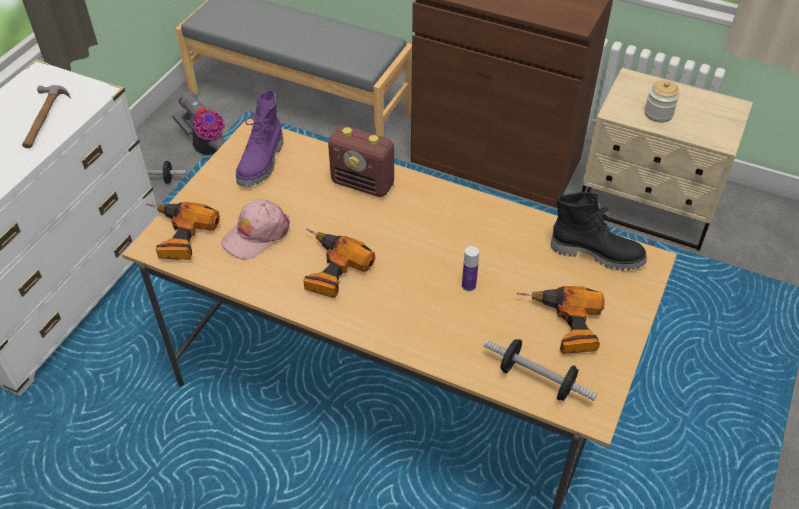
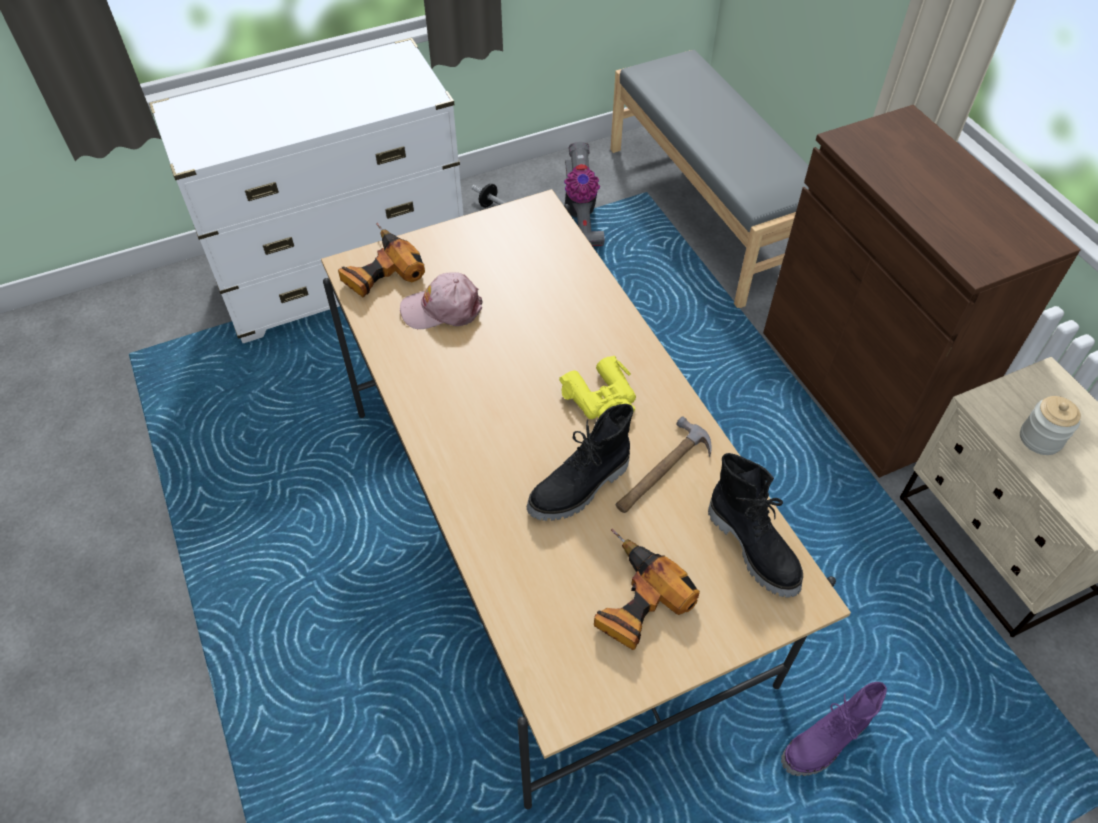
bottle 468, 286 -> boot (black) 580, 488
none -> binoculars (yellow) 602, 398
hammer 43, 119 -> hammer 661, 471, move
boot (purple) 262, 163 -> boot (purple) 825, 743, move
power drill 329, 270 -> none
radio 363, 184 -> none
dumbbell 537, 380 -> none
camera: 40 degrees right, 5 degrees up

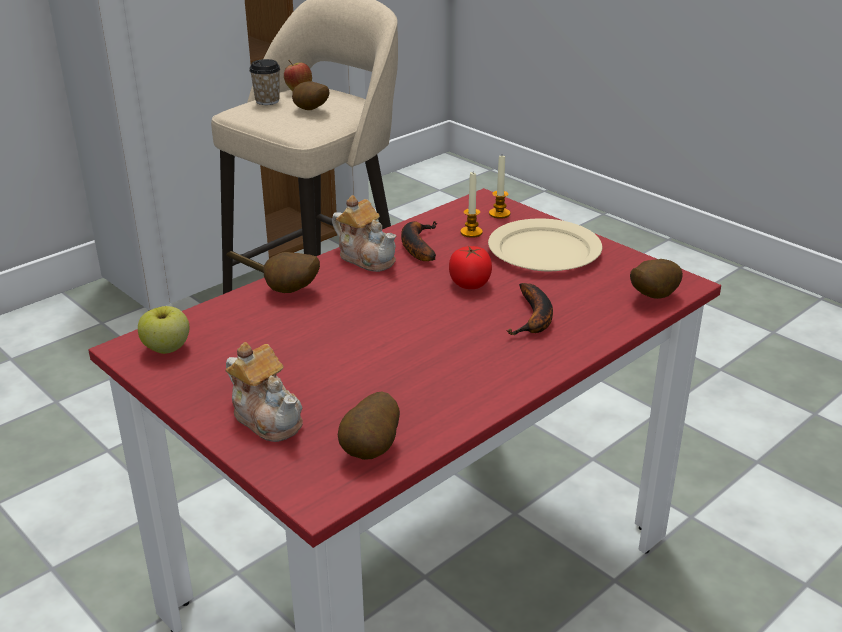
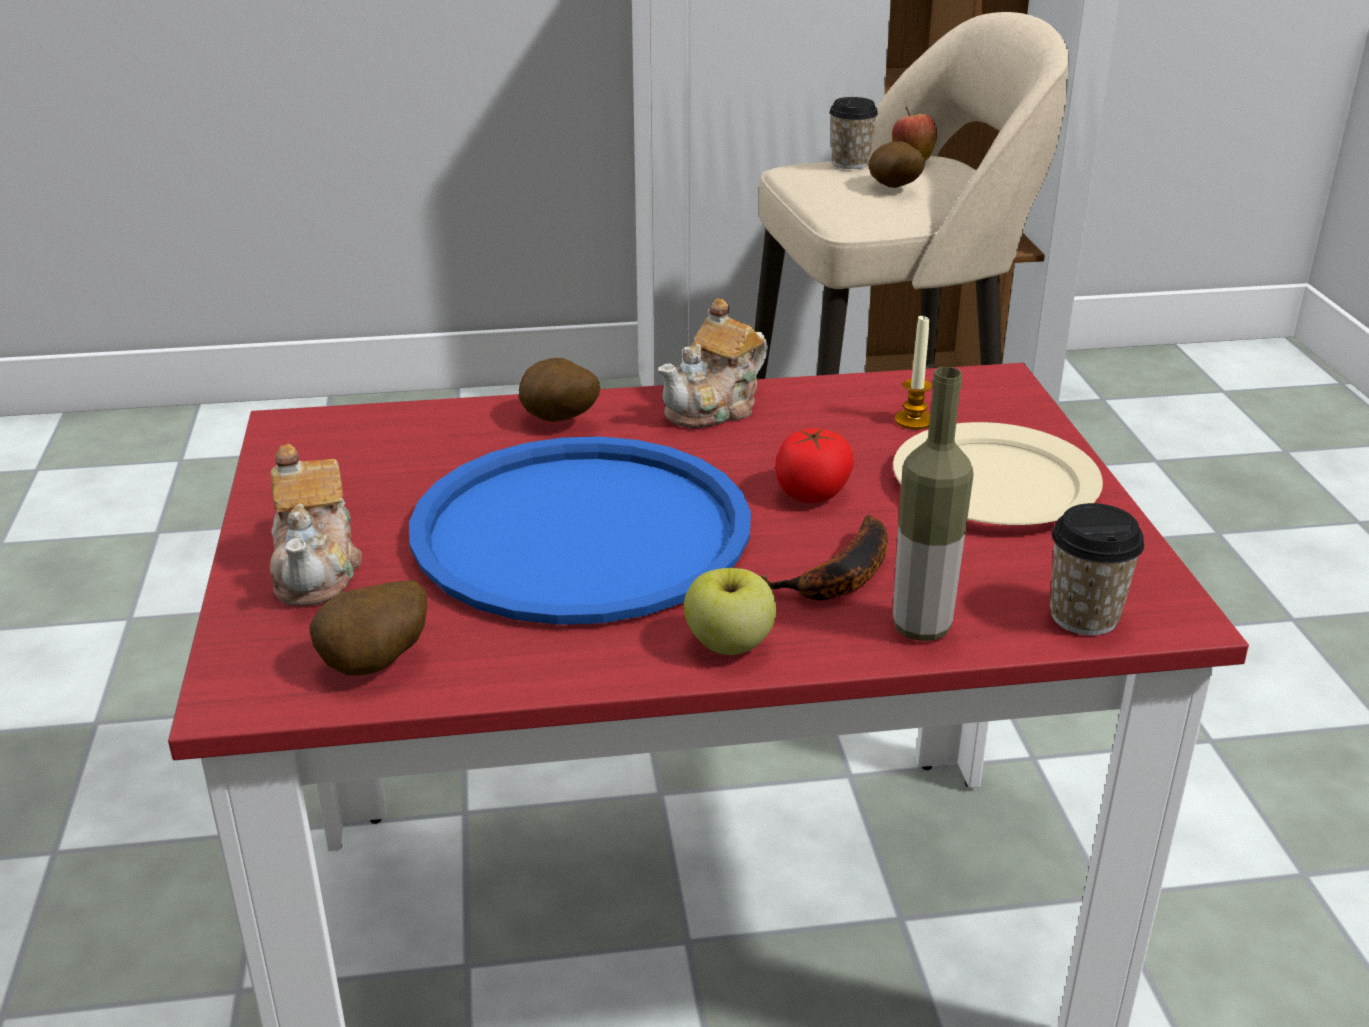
none -> tray (blue) 582, 531
teapot 366, 257 -> teapot 715, 408, 60 degrees clockwise
apple 167, 348 -> apple 729, 644, move
none -> bottle 921, 627
potato 651, 297 -> cup 1084, 616
banana 416, 245 -> none
candle 499, 214 -> none
camera: 35 degrees right, 0 degrees up

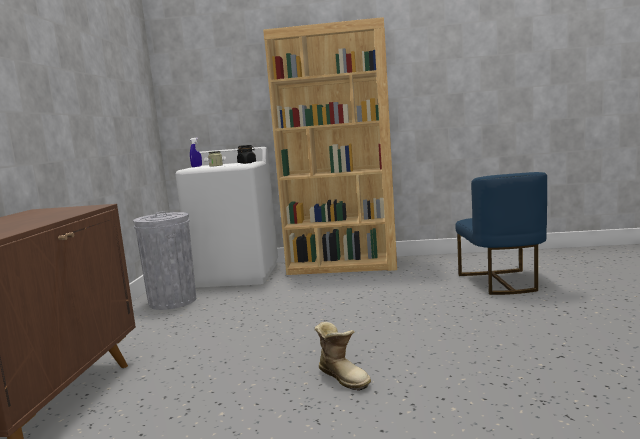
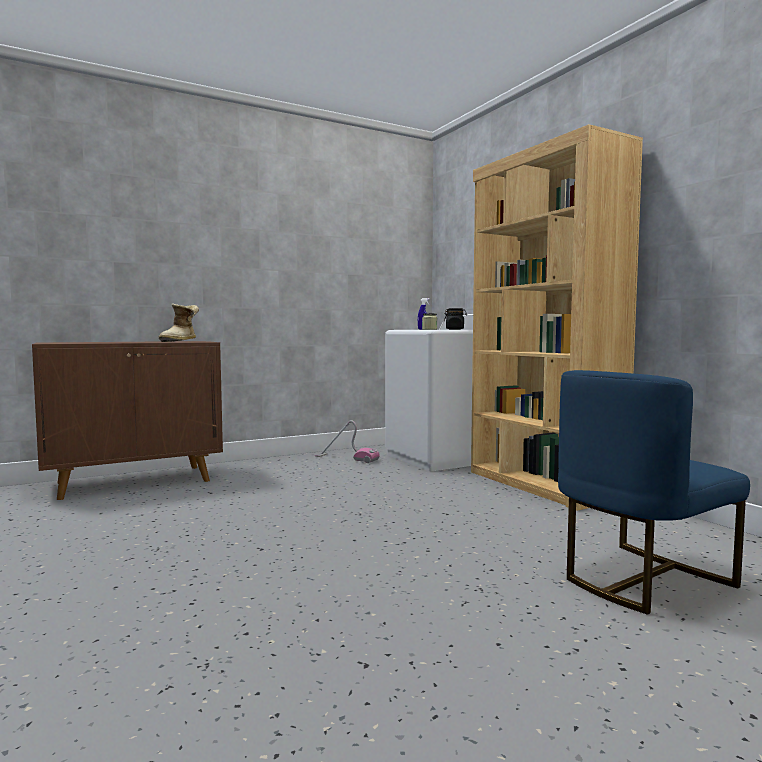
boot 344, 377 -> boot 181, 341, move
trash can (grey) 172, 301 -> vacuum cleaner 346, 458
camera: 55 degrees right, 5 degrees down

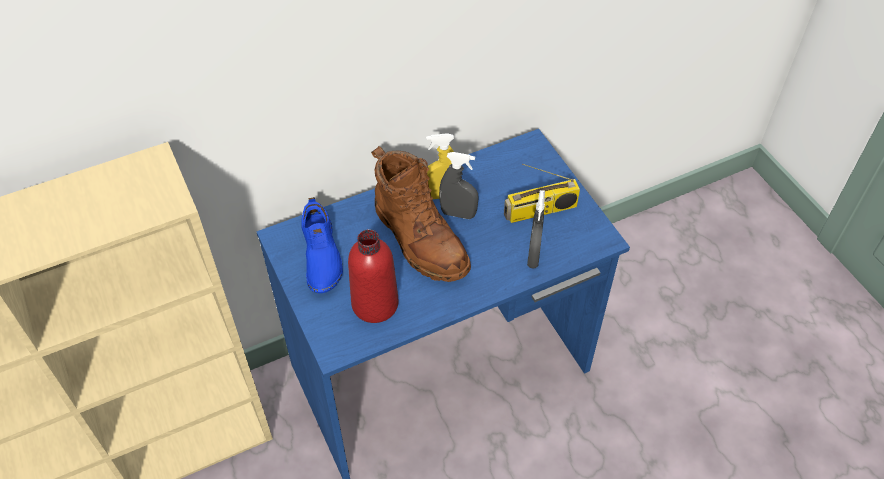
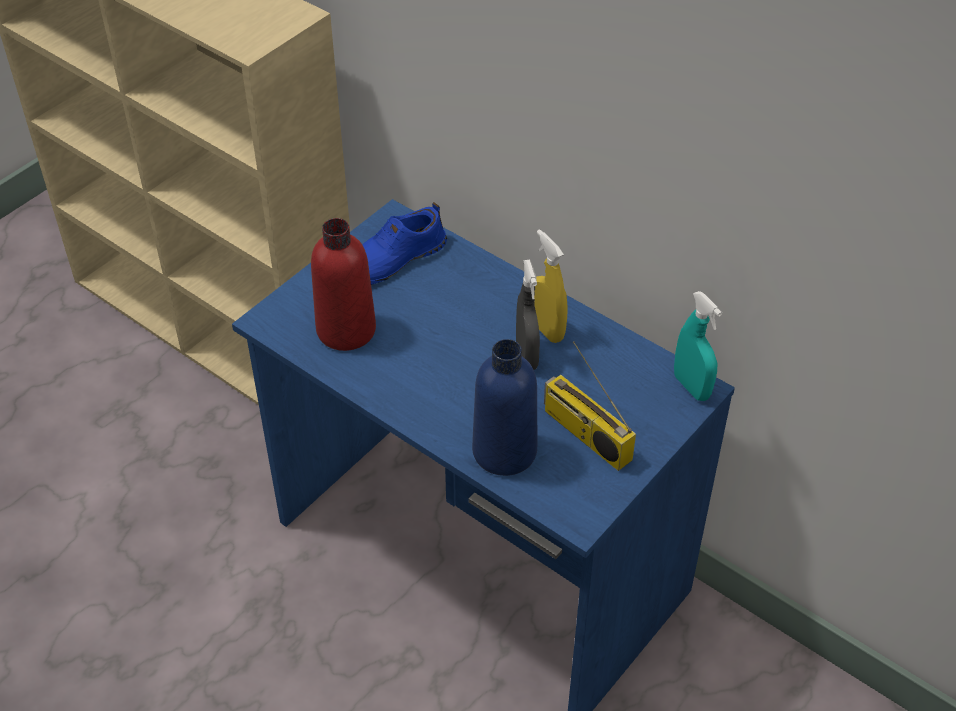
spray bottle (grey) 533, 256 -> bottle (blue) 504, 451
none -> spray bottle (turquoise) 691, 387
boot (brown) 419, 239 -> none
camera: 65 degrees right, 5 degrees down

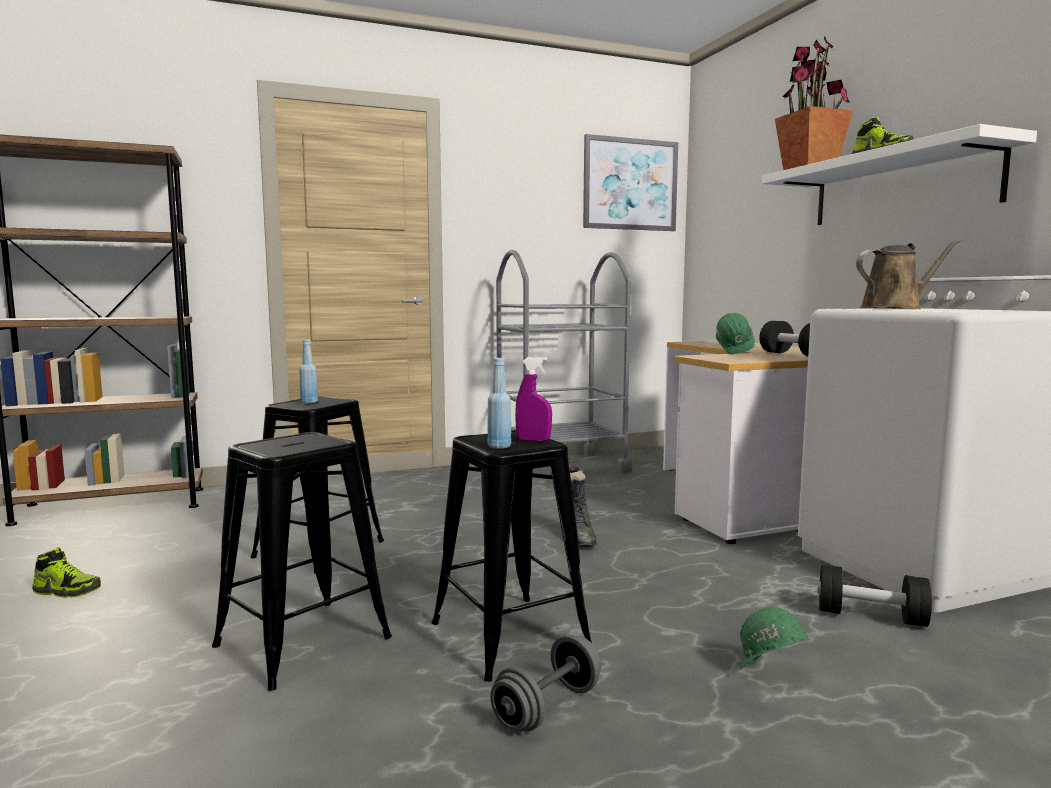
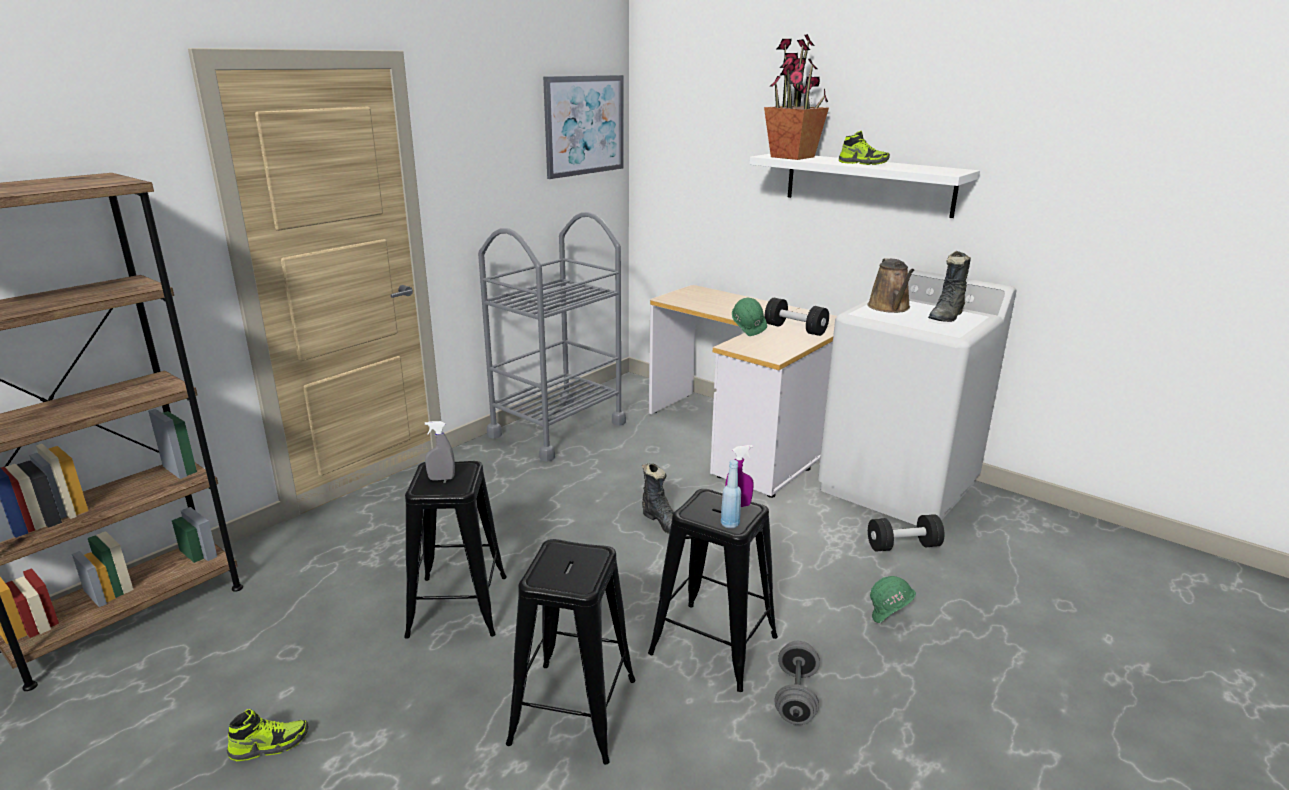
bottle (blue) 309, 402 -> spray bottle (grey) 441, 479
watering can (brown) 895, 308 -> watering can (brown) 890, 308, 135 degrees clockwise
none -> boot (black) 947, 316
camera: 30 degrees left, 15 degrees up

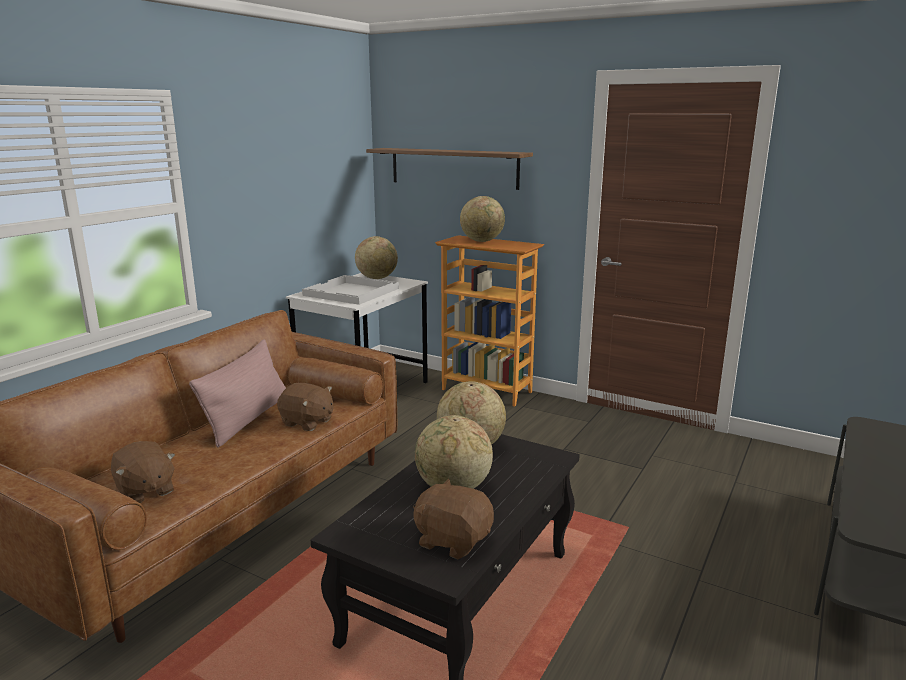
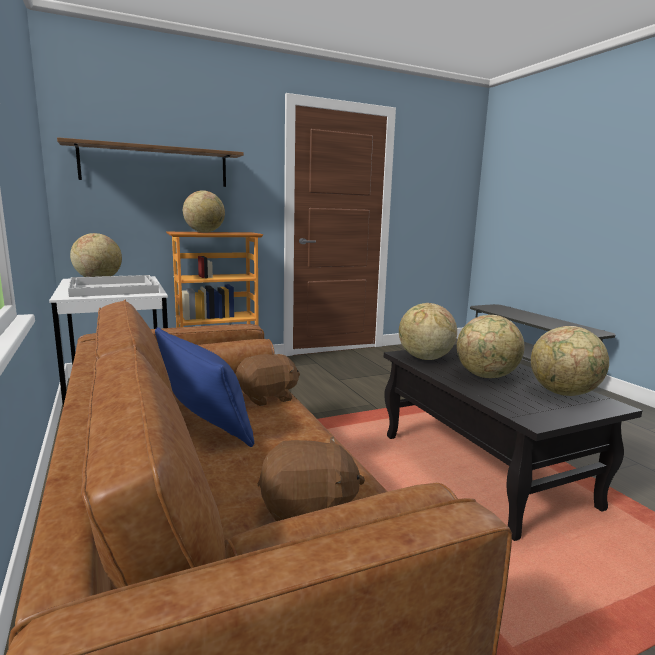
pillow (pink) 248, 419 -> pillow (blue) 204, 419
plush toy (brown) 453, 540 -> globe 564, 393
camera: 55 degrees left, 5 degrees down

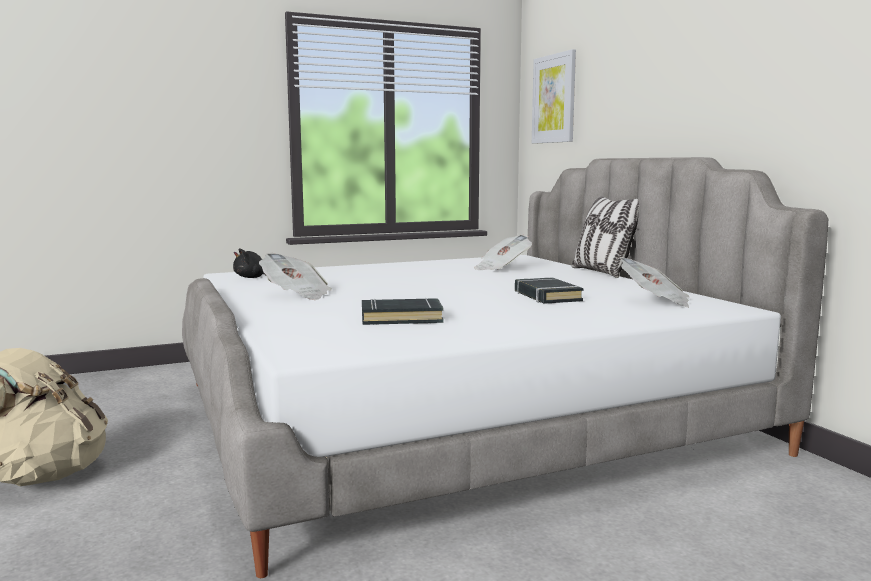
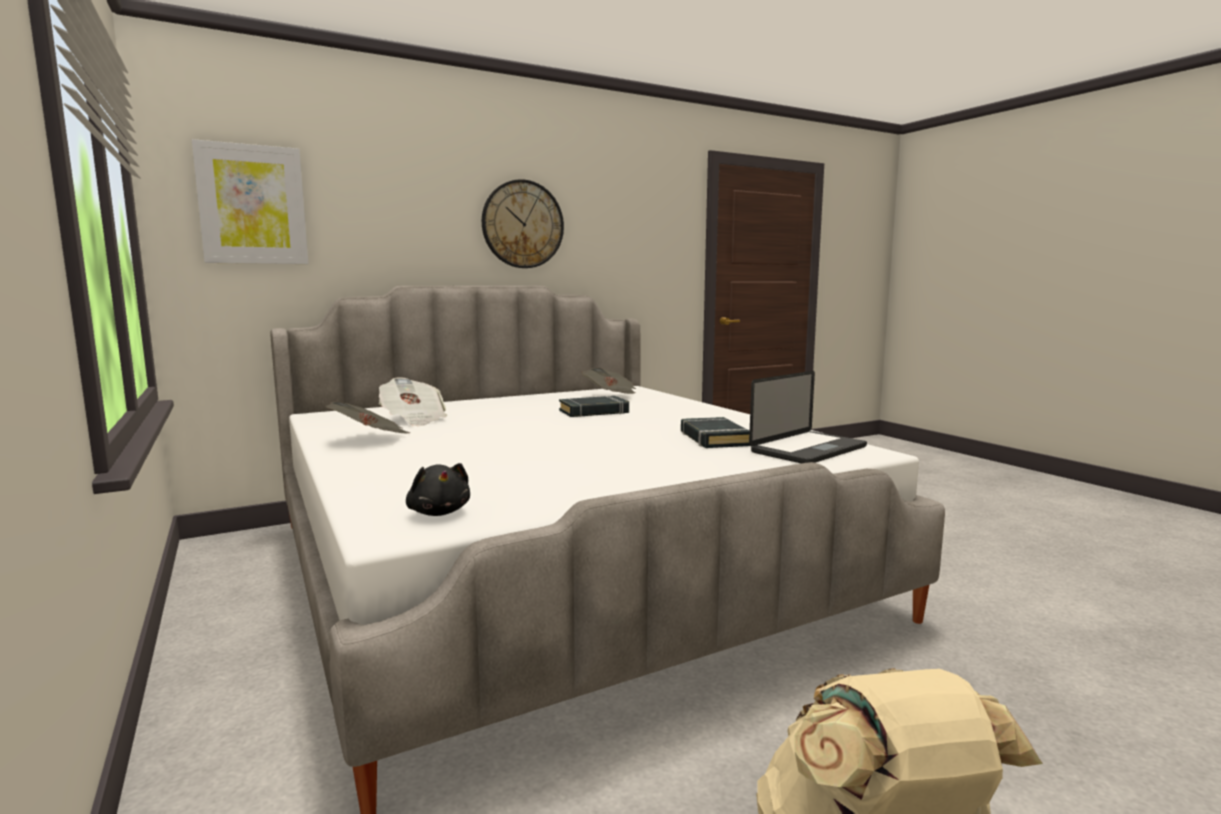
newspaper 296, 295 -> newspaper 371, 439, move
none -> wall clock 522, 224
none -> laptop 808, 449
pillow 602, 272 -> none
camera: 95 degrees left, 0 degrees up

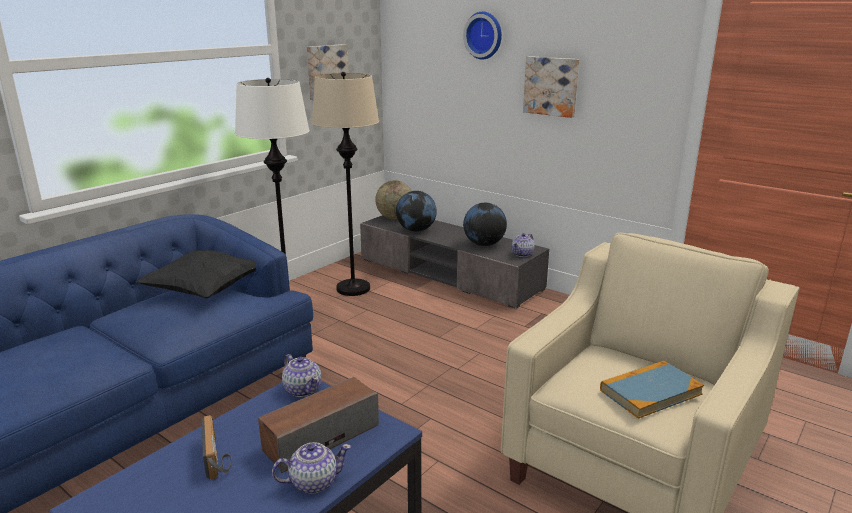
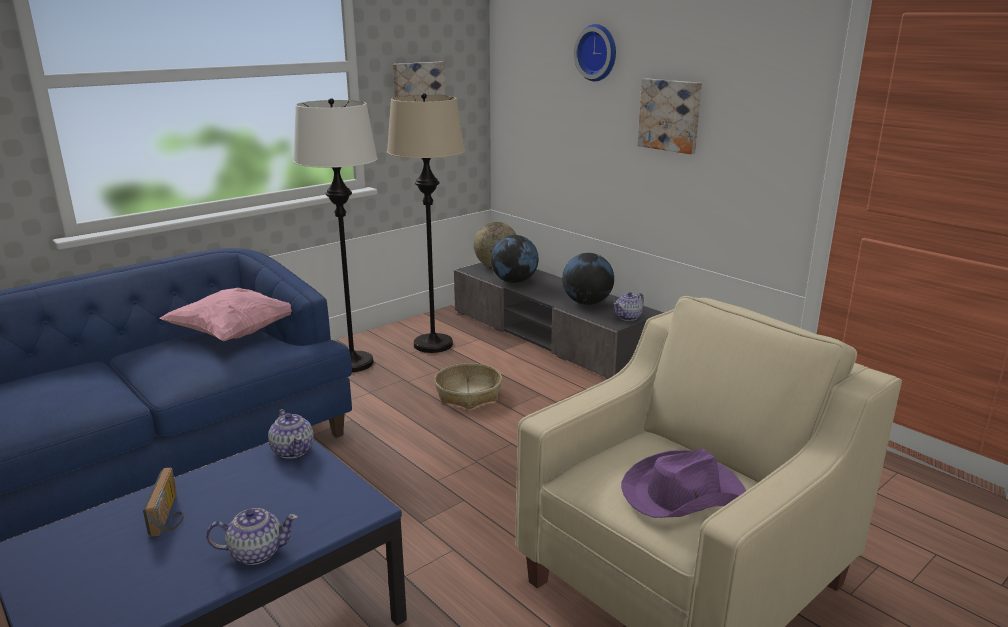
pillow (black) 205, 291 -> pillow (pink) 235, 334
none -> basket 468, 394
book 650, 392 -> hat (purple) 681, 493
speaker 321, 437 -> none
camera: 10 degrees right, 0 degrees up

